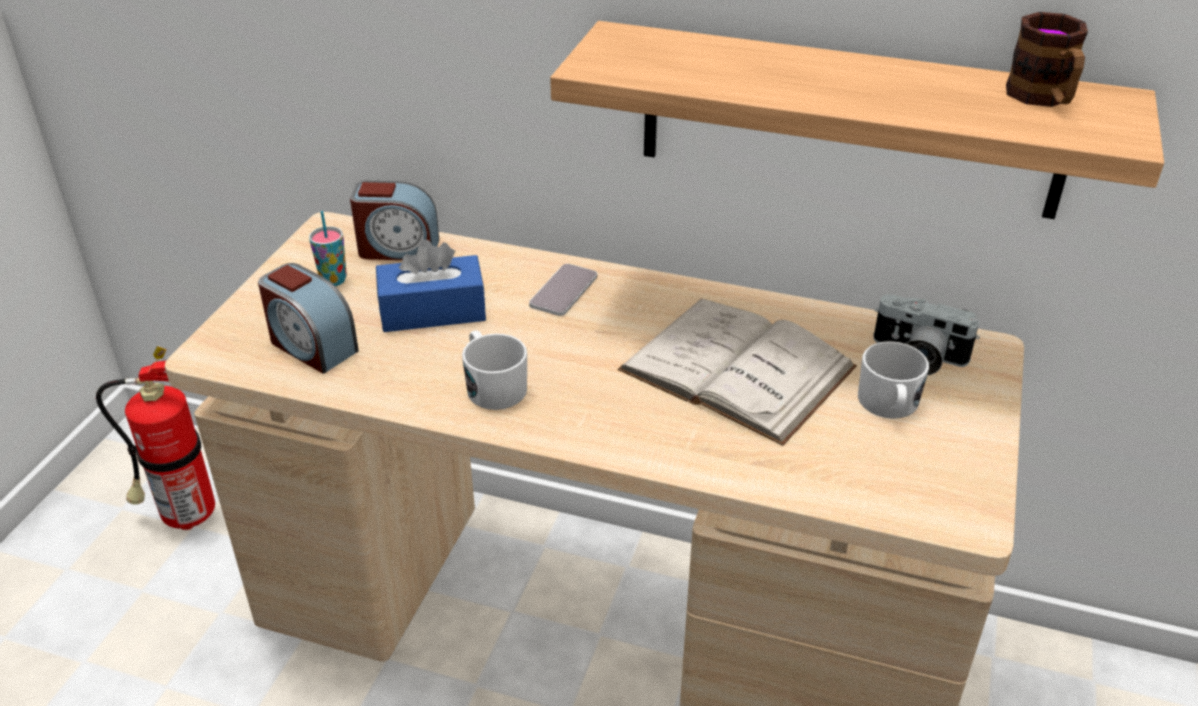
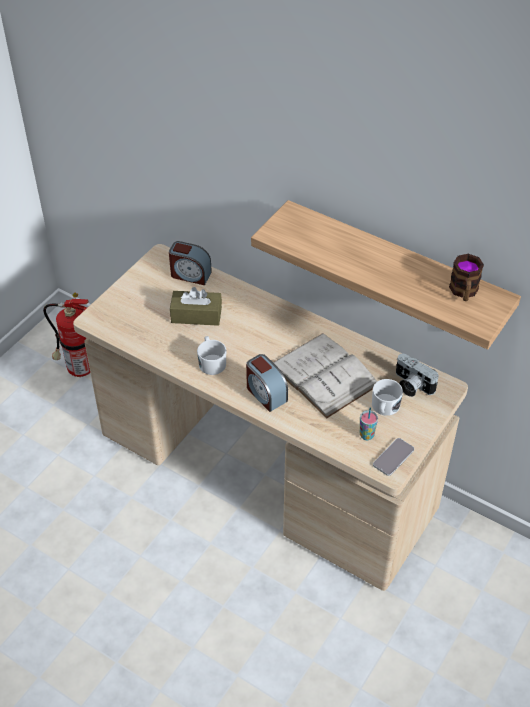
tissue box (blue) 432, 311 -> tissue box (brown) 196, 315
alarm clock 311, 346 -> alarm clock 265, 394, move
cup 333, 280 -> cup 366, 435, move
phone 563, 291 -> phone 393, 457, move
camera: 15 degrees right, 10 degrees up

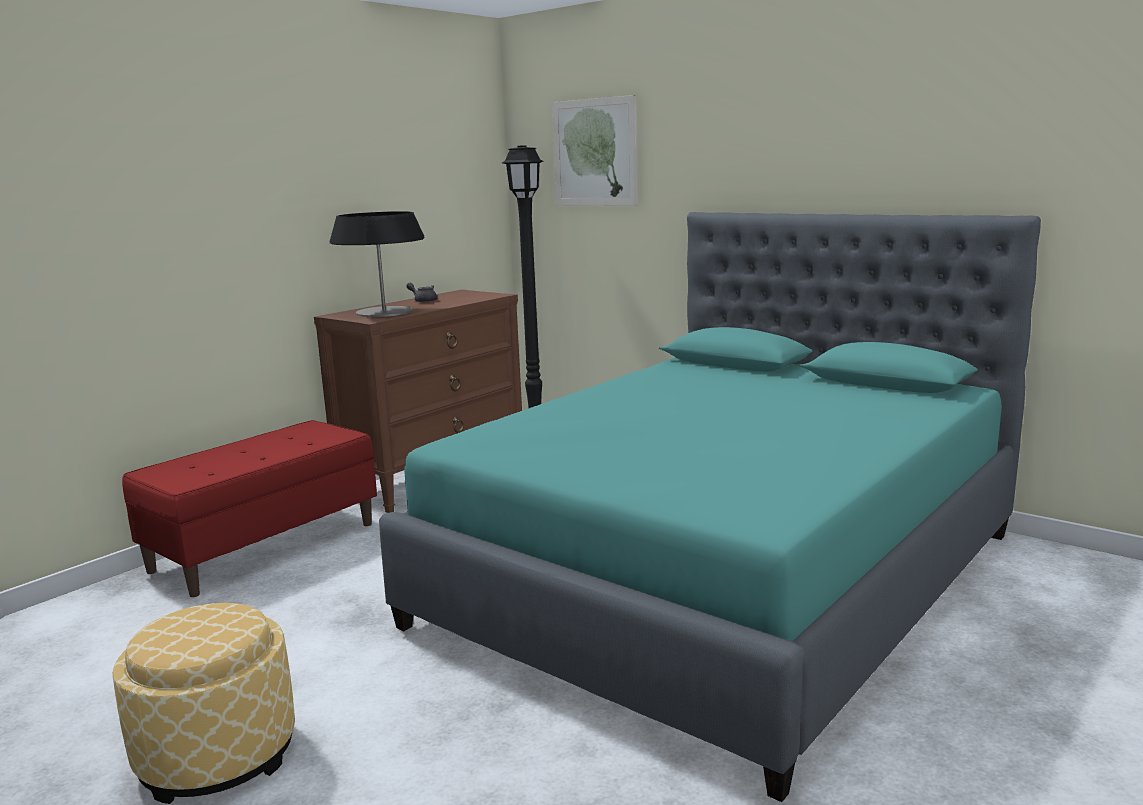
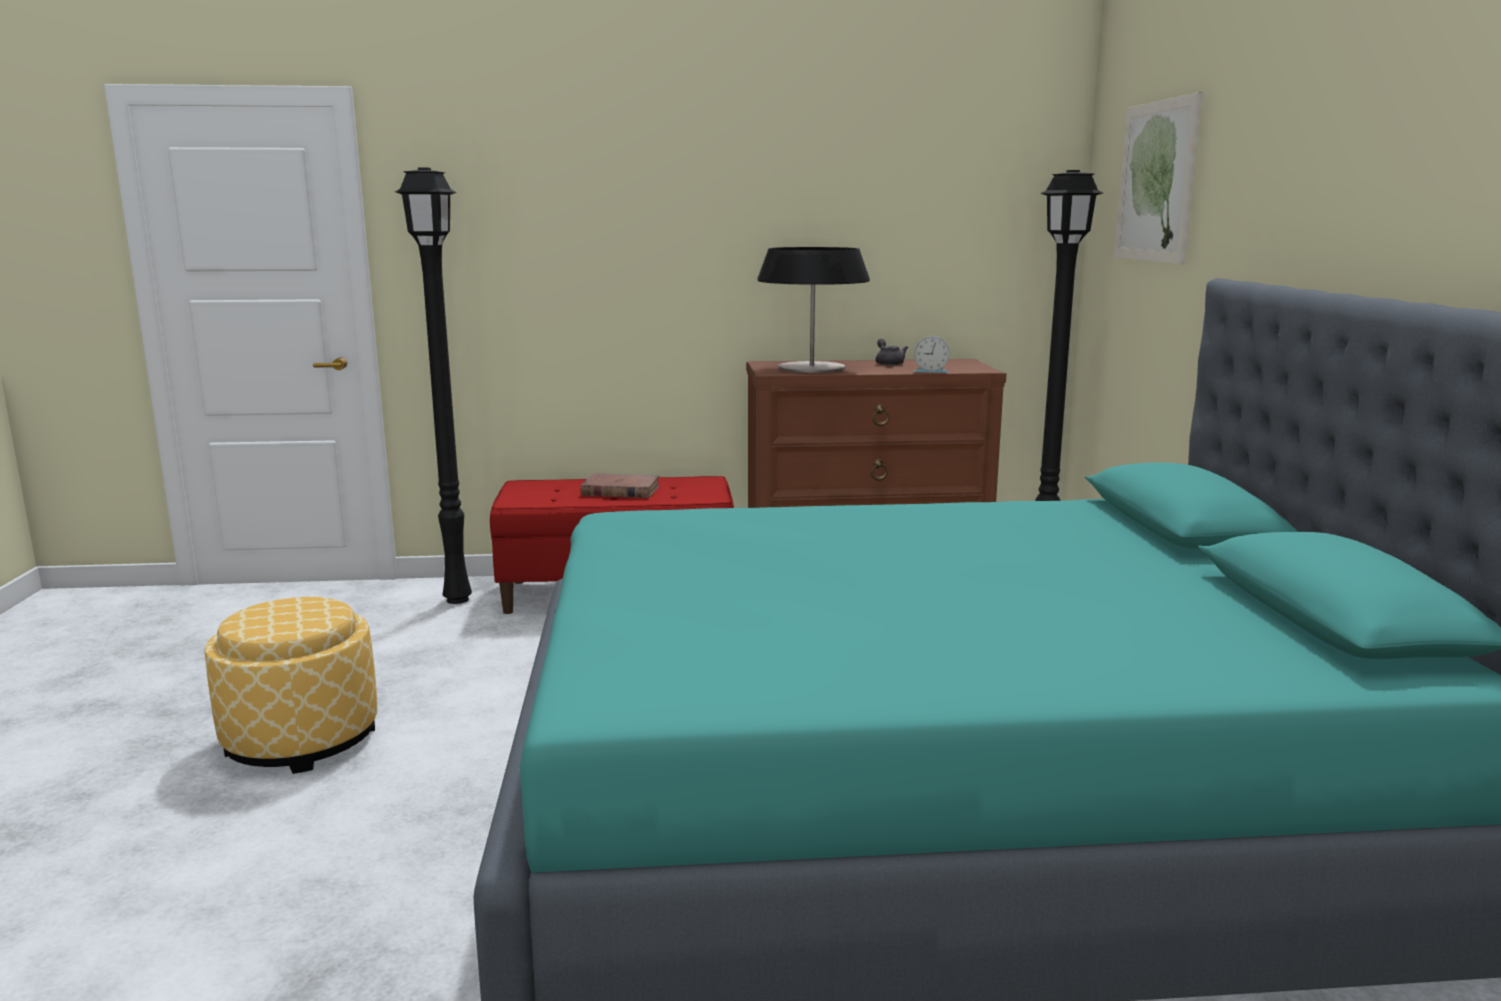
none -> floor lamp (black) 460, 599
none -> book (brown) 620, 491
none -> alarm clock 930, 371
camera: 45 degrees right, 0 degrees up

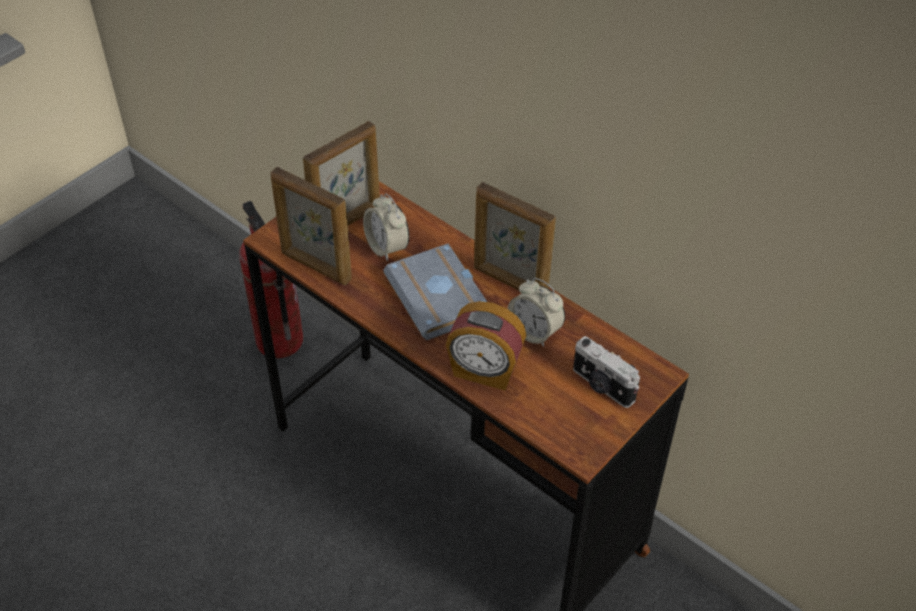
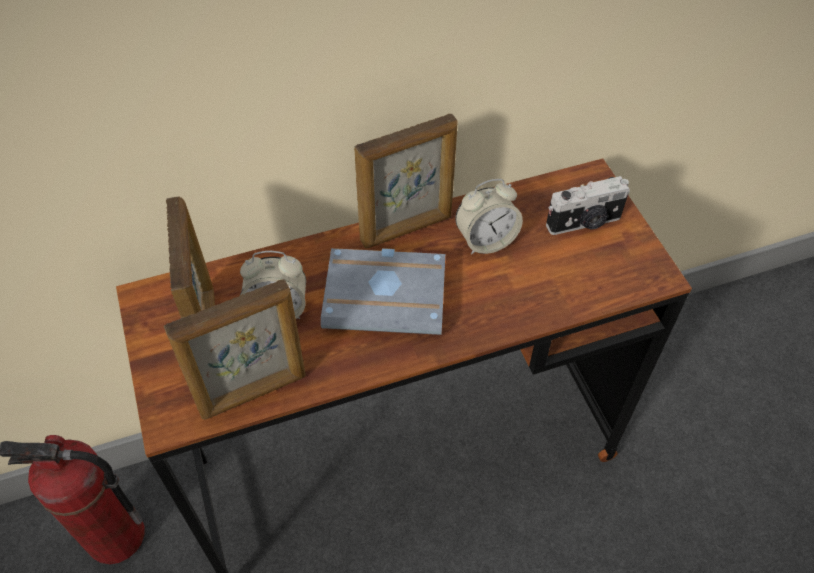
alarm clock 484, 371 -> none
camera: 60 degrees left, 5 degrees up

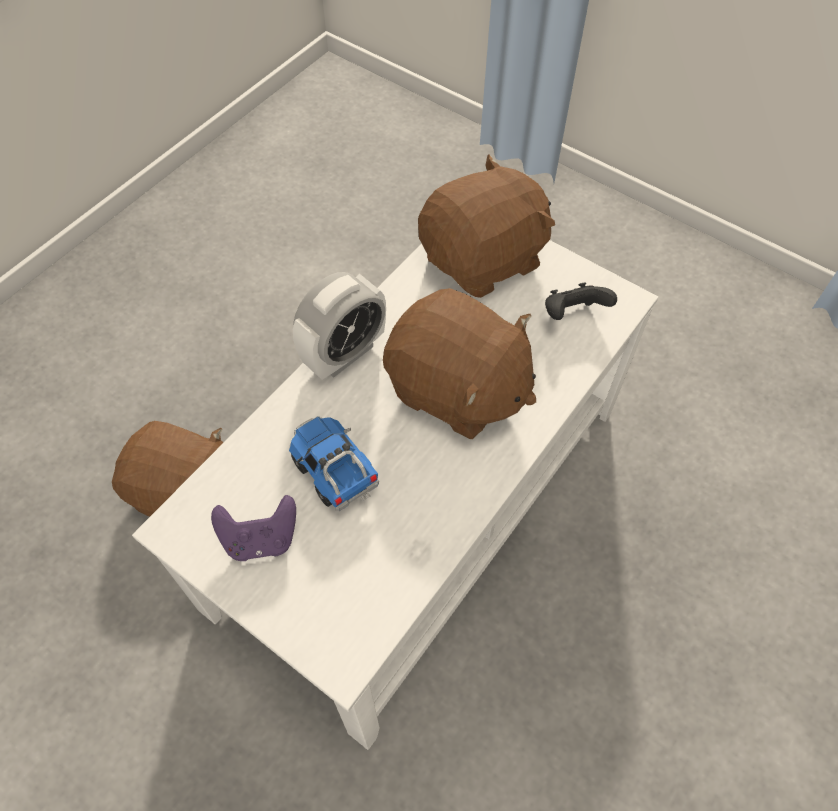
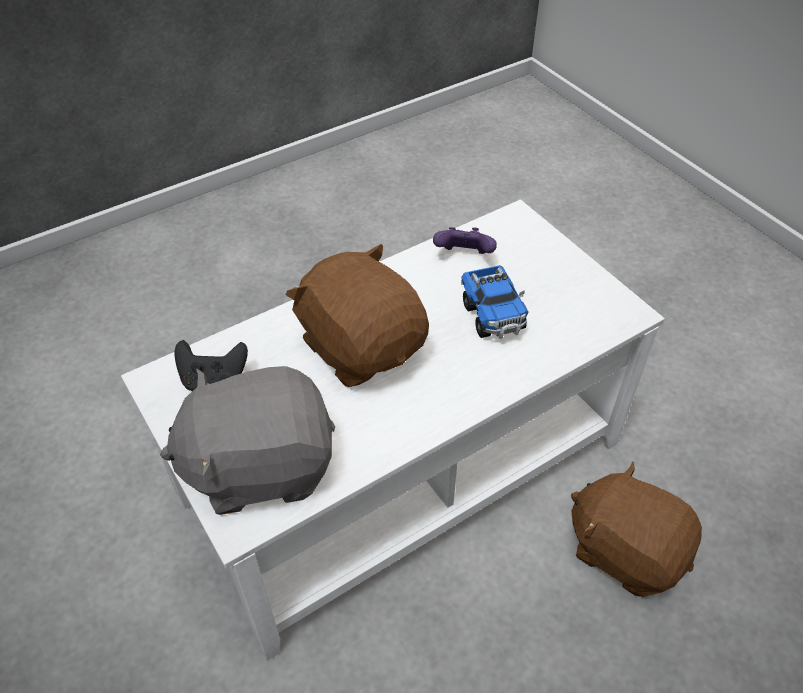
plush toy (brown) 484, 260 -> plush toy (grey) 260, 466
game controller (purple) 260, 539 -> game controller (purple) 464, 256, move
alarm clock 344, 354 -> none
camera: 160 degrees left, 10 degrees down

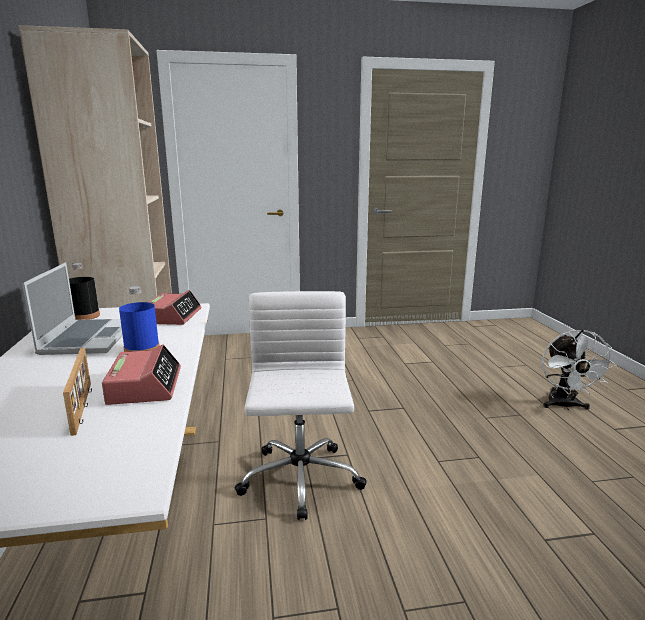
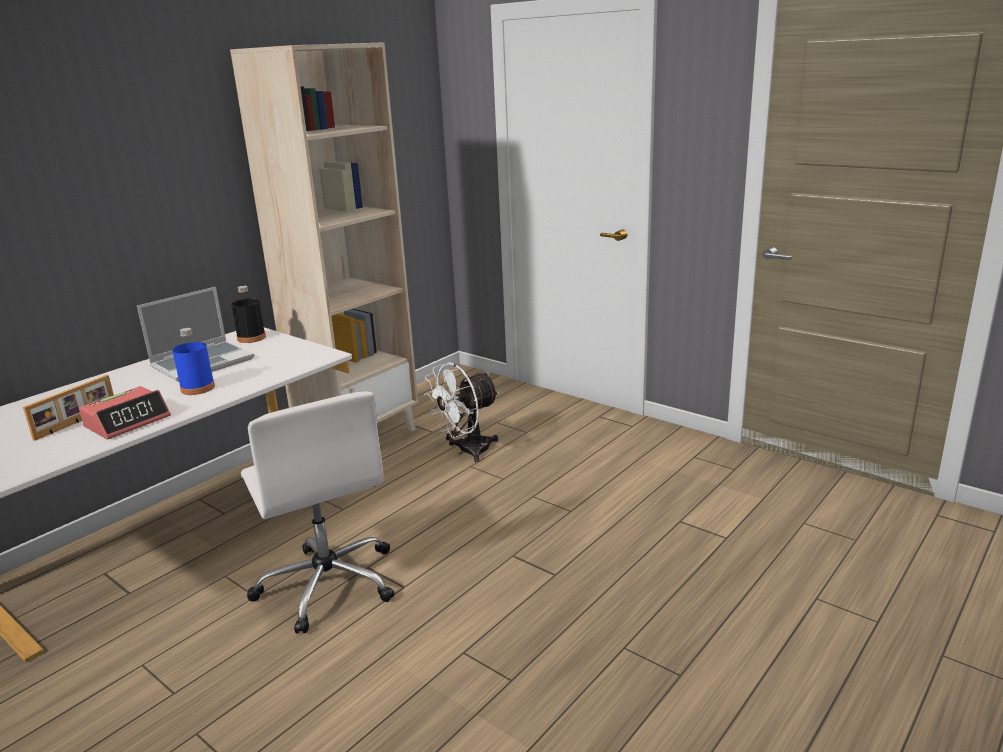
office chair (white) 300, 480 -> office chair (white) 328, 583, 105 degrees clockwise
fan (white) 564, 406 -> fan (white) 467, 451, move
alarm clock 173, 316 -> none
camera: 50 degrees right, 5 degrees up

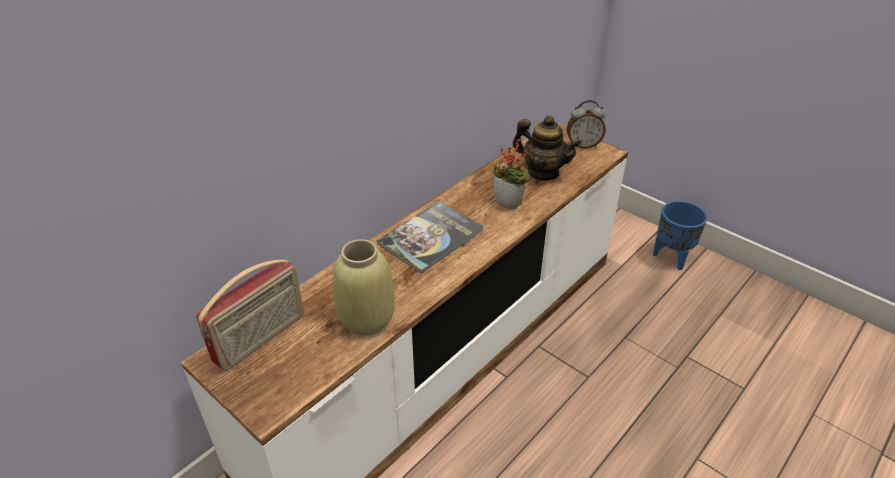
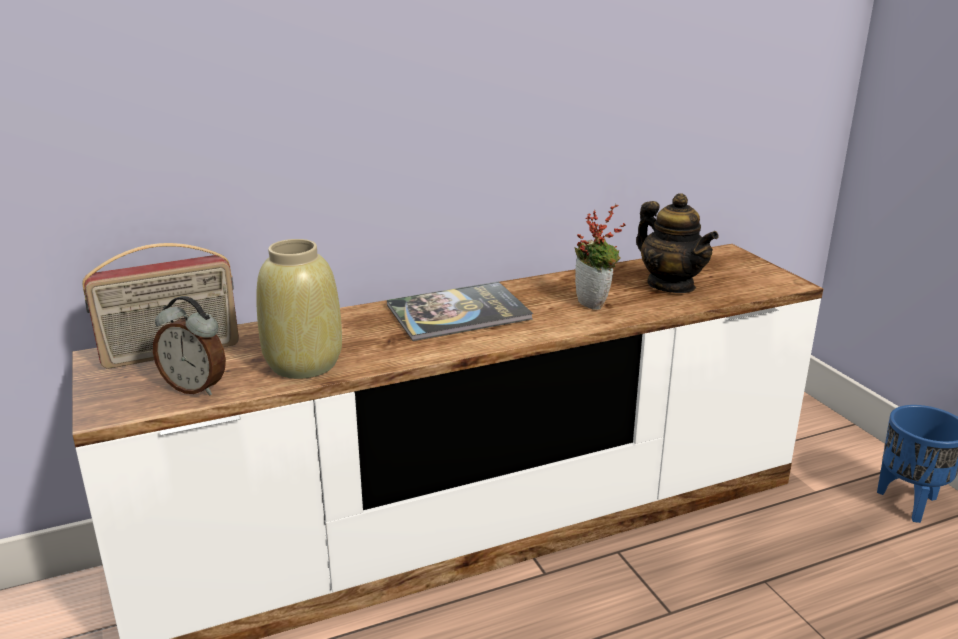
alarm clock 583, 145 -> alarm clock 196, 387, move
camera: 25 degrees right, 15 degrees down

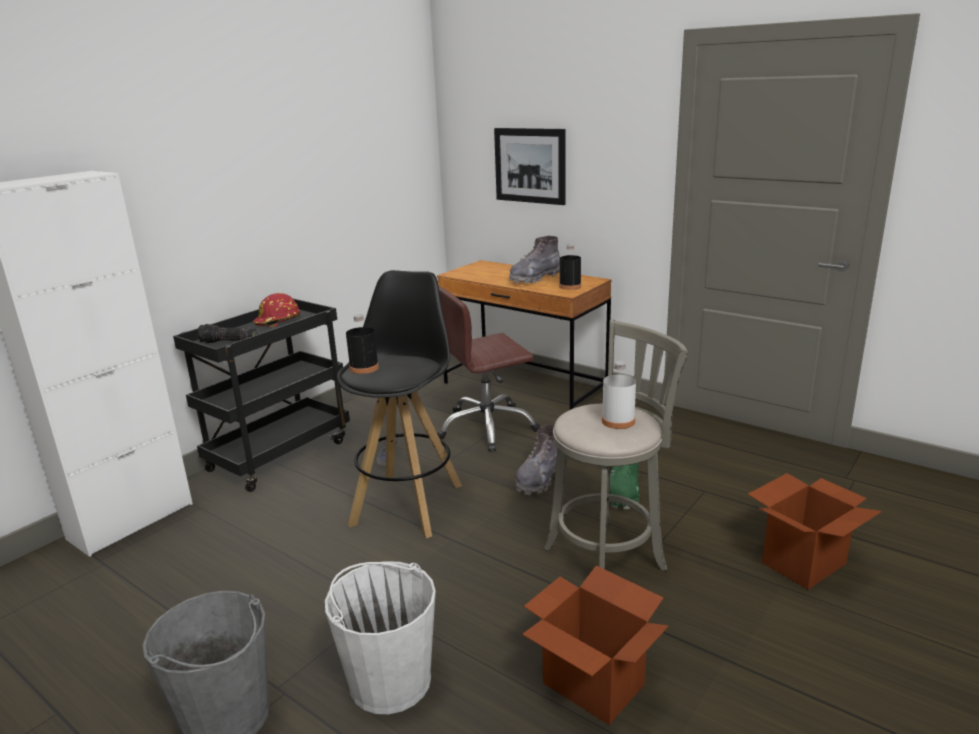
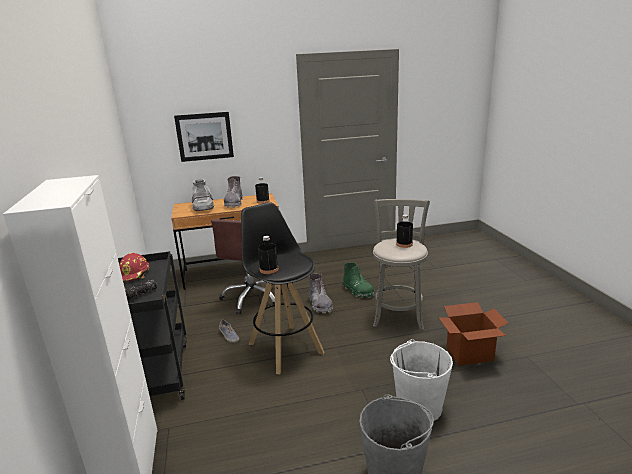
none -> boot (grey) 203, 207
bottle (white) 618, 421 -> bottle (black) 404, 244
cardboard box 804, 563 -> none
camera: 50 degrees left, 0 degrees up

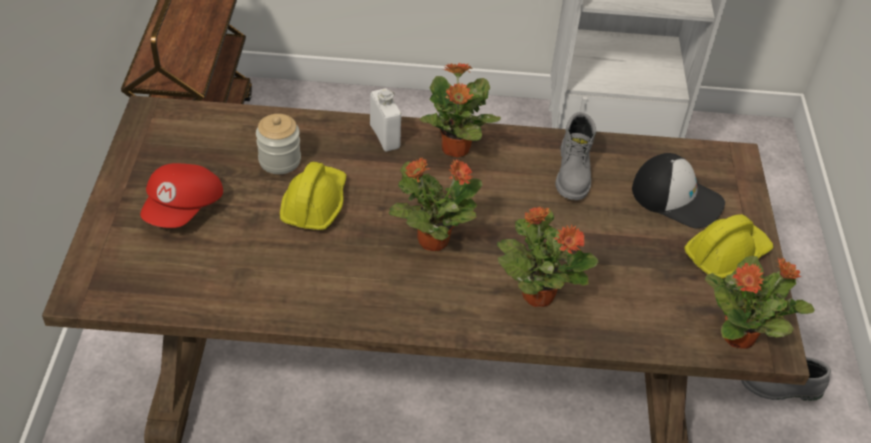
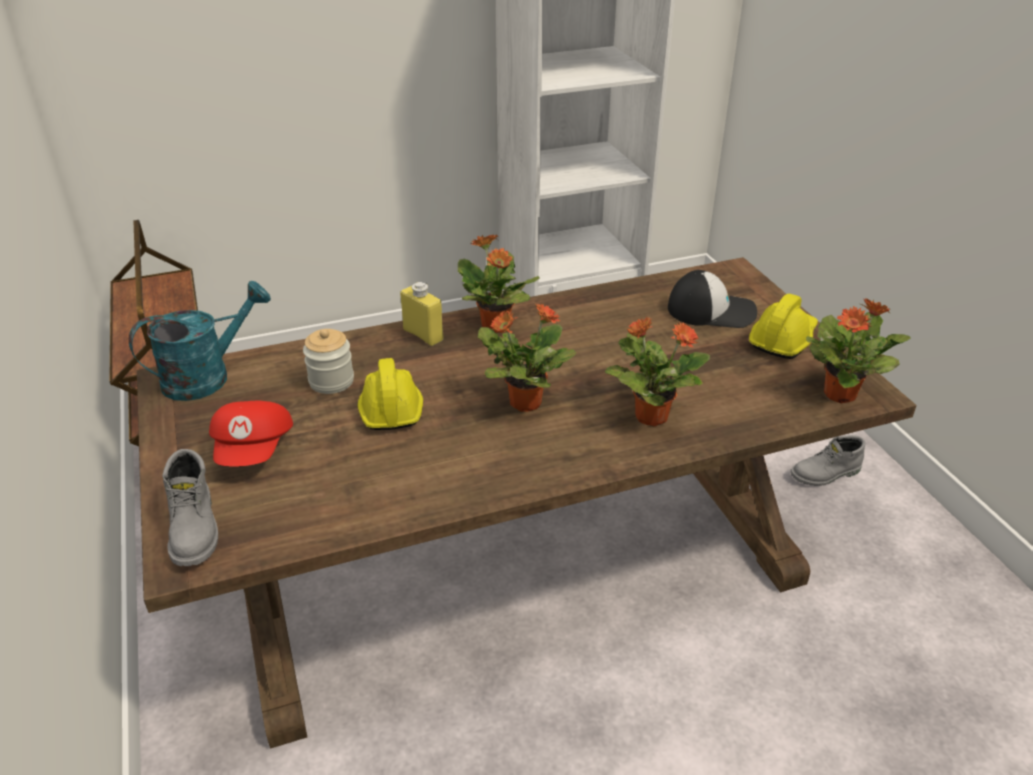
none -> watering can (turquoise) 207, 376
boot (grey) 574, 173 -> boot (grey) 196, 528, move
bottle (white) 384, 136 -> bottle (yellow) 423, 335
camera: 20 degrees left, 10 degrees down

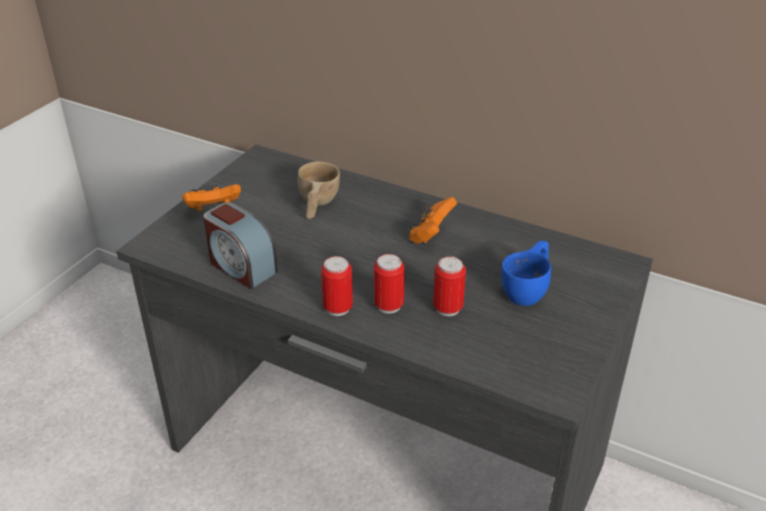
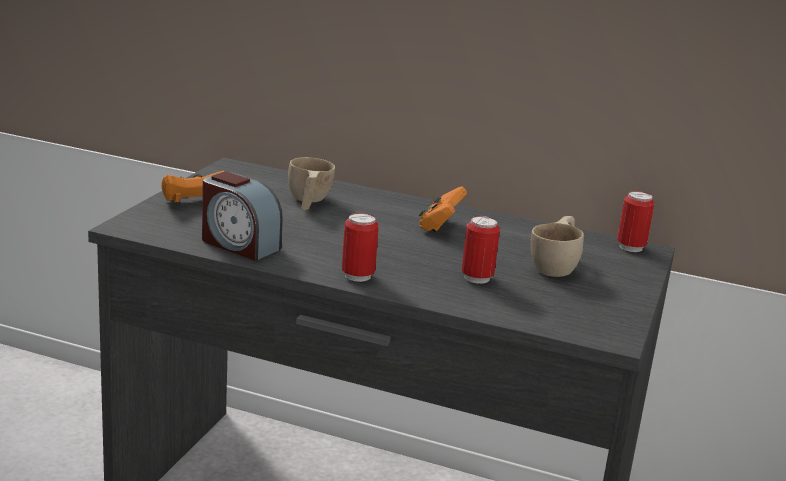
cup (blue) 528, 290 -> cup (beige) 557, 266
can 389, 306 -> can 631, 247, move
camera: 10 degrees left, 15 degrees down

